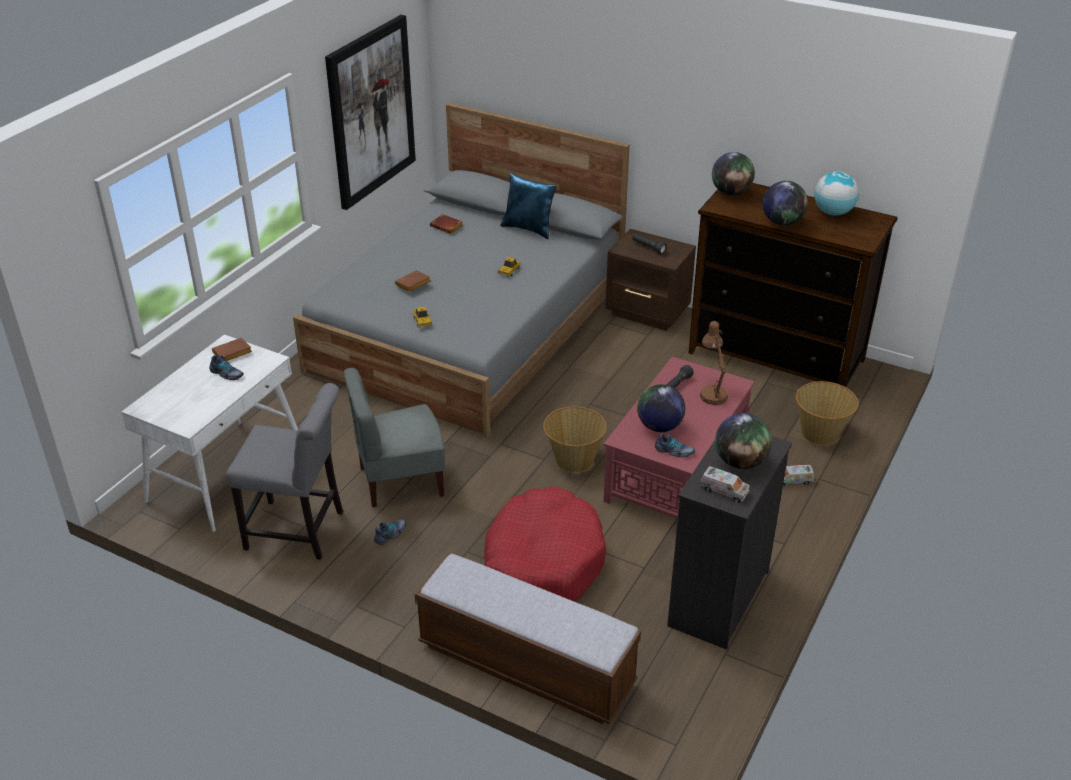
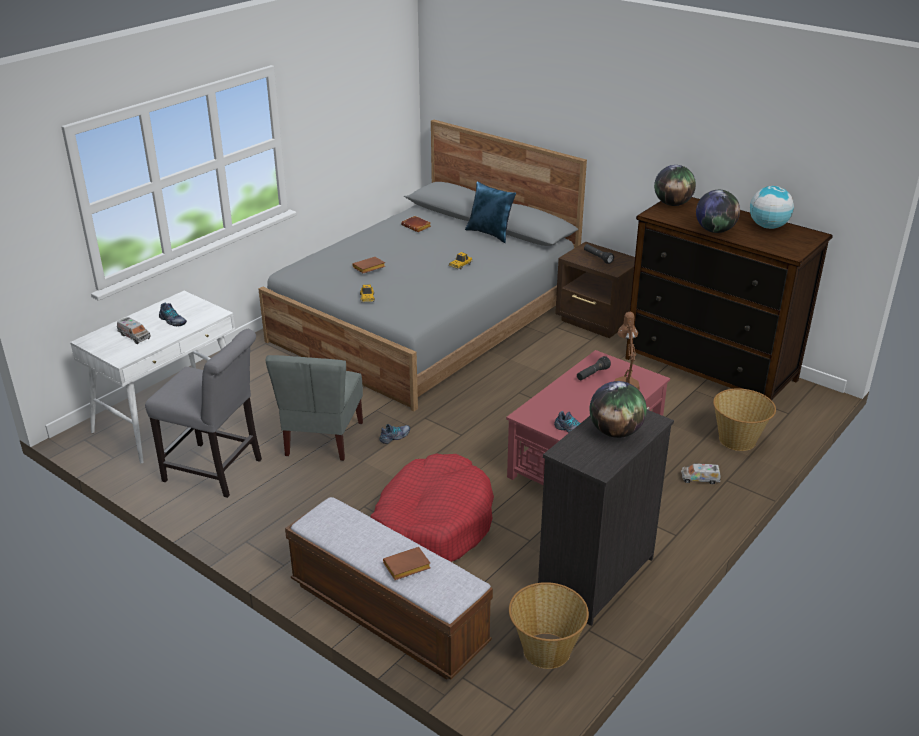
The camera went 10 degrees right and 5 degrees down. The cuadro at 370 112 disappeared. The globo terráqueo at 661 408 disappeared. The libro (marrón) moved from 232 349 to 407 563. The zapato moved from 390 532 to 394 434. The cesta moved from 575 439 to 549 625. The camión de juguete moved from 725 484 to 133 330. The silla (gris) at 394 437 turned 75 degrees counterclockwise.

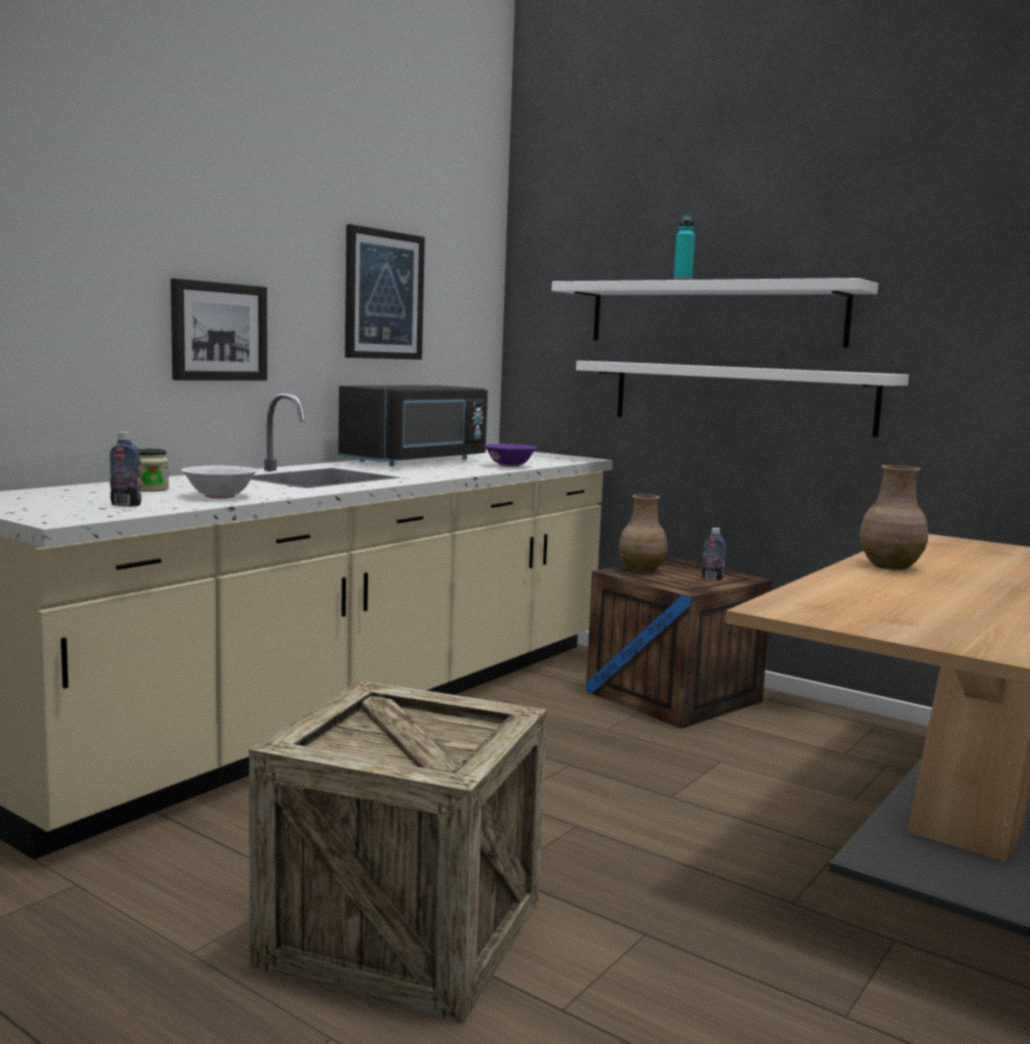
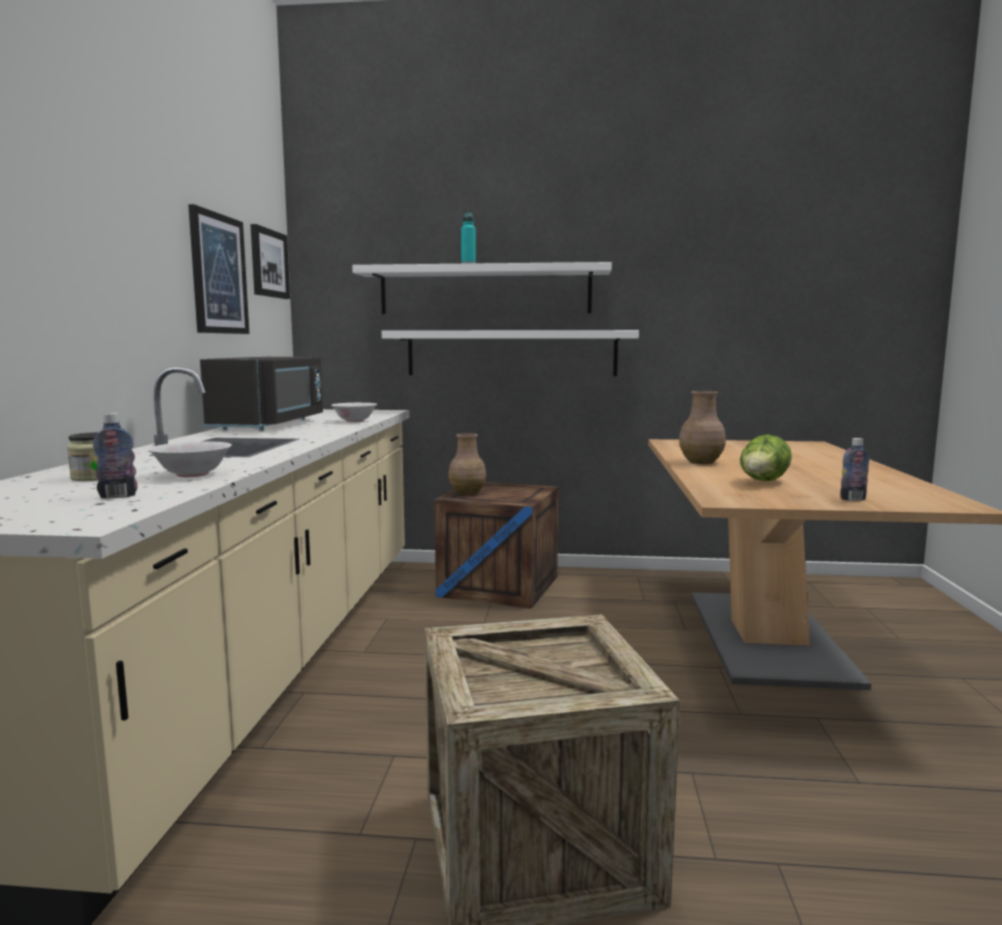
The camera went 30 degrees left and 0 degrees up. The lechuga at 766 457 appeared. The cuadro moved from 219 329 to 270 261. The botella moved from 714 554 to 854 469. The cuenco (morado) at 510 455 became the cuenco (blanco) at 354 412.

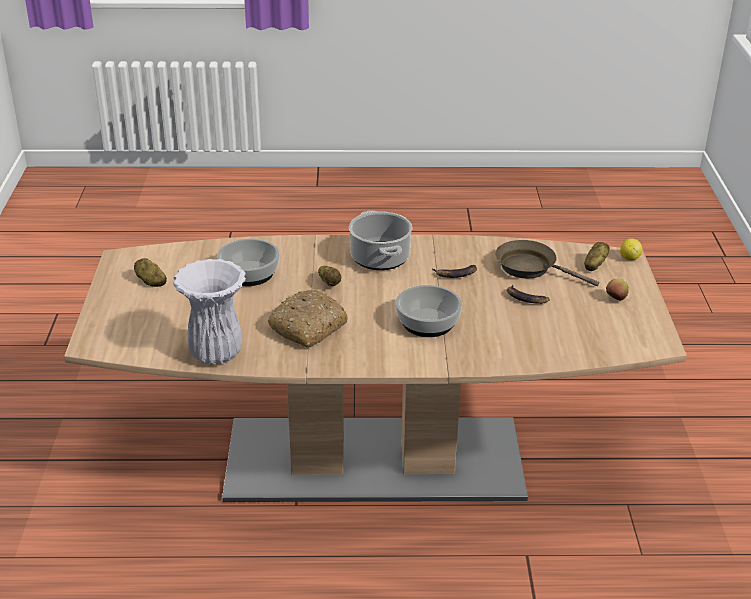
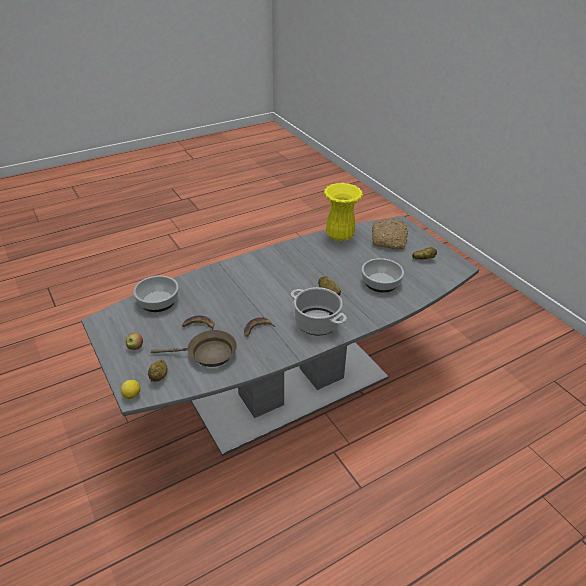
The camera went 150 degrees right and 5 degrees up. The pan moved from 308 319 to 390 233. The cuenco moved from 429 311 to 156 294. The mesa de comedor (marrón) at 375 368 became the mesa de comedor (gris) at 280 336. The florero (blanco) at 209 311 became the florero (amarillo) at 343 212.

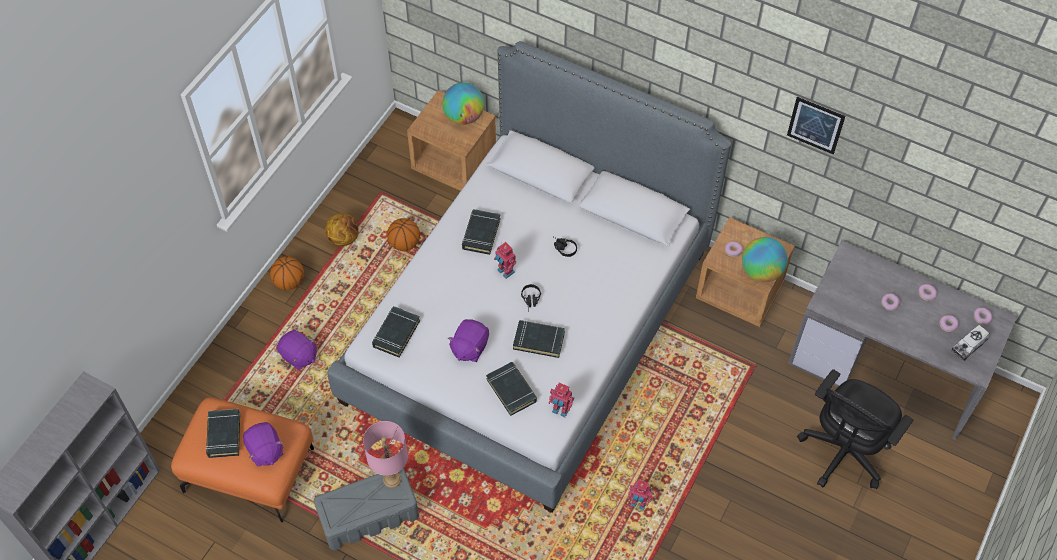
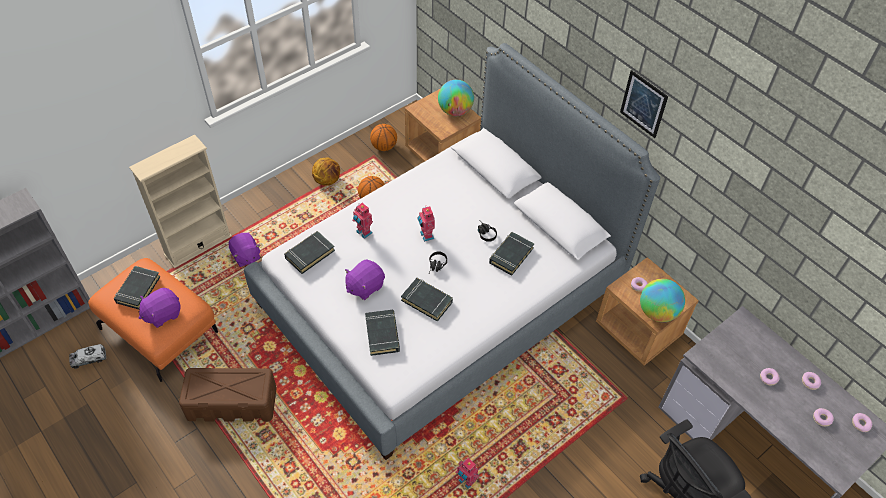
The camera went 20 degrees right and 5 degrees down. The lámpara de mesa (rosa) at 385 454 disappeared. The estantería (beis) at 180 201 appeared. The balón de baloncesto moved from 287 273 to 383 137. The libro (negro) moved from 481 232 to 511 254. The robot de juguete moved from 561 400 to 362 221. The cuadro moved from 816 125 to 644 104. The camión de juguete moved from 970 343 to 87 356. The caja de almacenaje (gris) at 366 509 became the caja de almacenaje (marrón) at 228 395. The peluche (morado) at 263 444 turned 60 degrees clockwise.

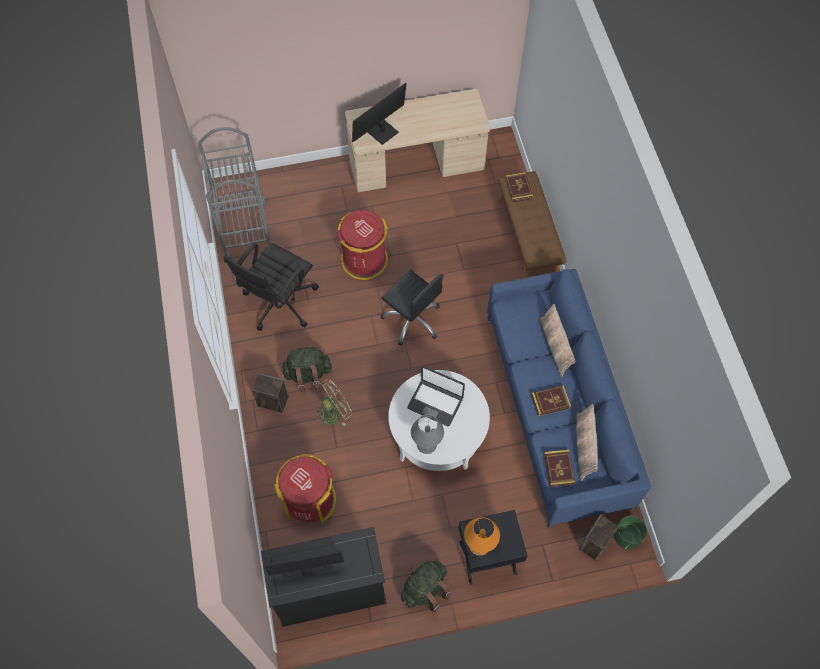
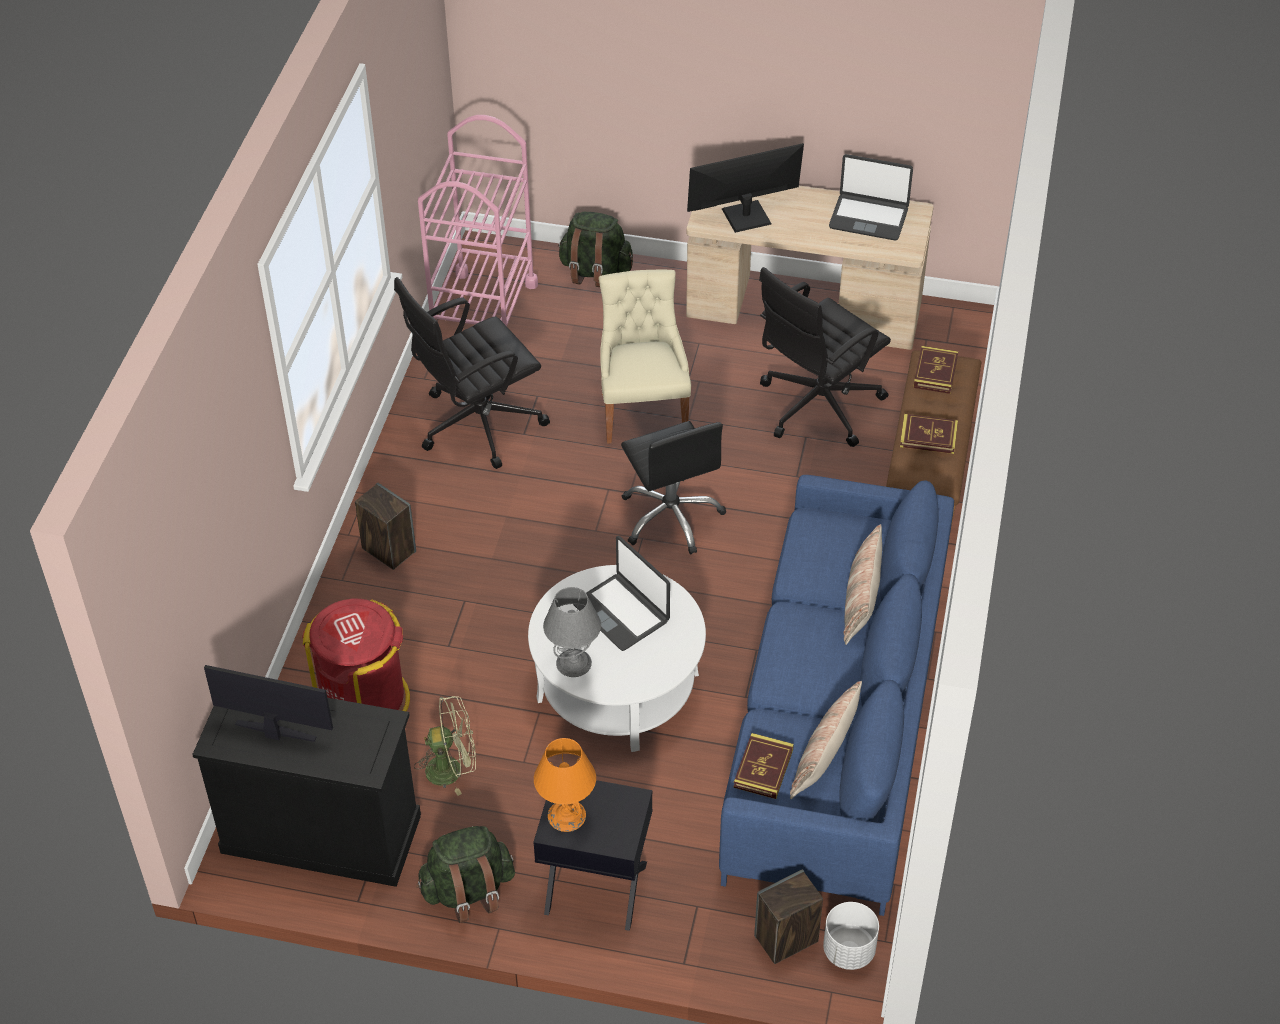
The camera went 25 degrees right and 15 degrees down. The silla de oficina (negro) at 825 357 appeared. The portátil at 871 197 appeared. The mochila (verde) moved from 306 369 to 595 249. The ventilador (verde) moved from 333 402 to 445 746. The libro moved from 551 400 to 929 434. The papelera (rojo) at 362 245 was replaced by the silla (beis) at 645 357. The carrito (gris) at 234 193 became the carrito (rosa) at 478 220. The maceta (verde) at 630 532 became the maceta (blanco) at 851 936.

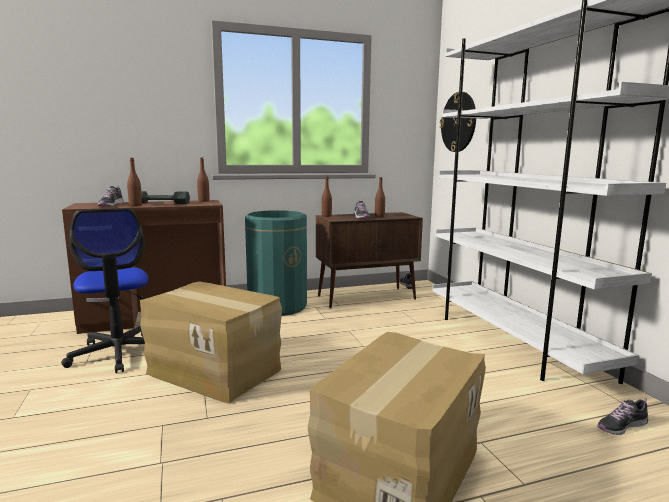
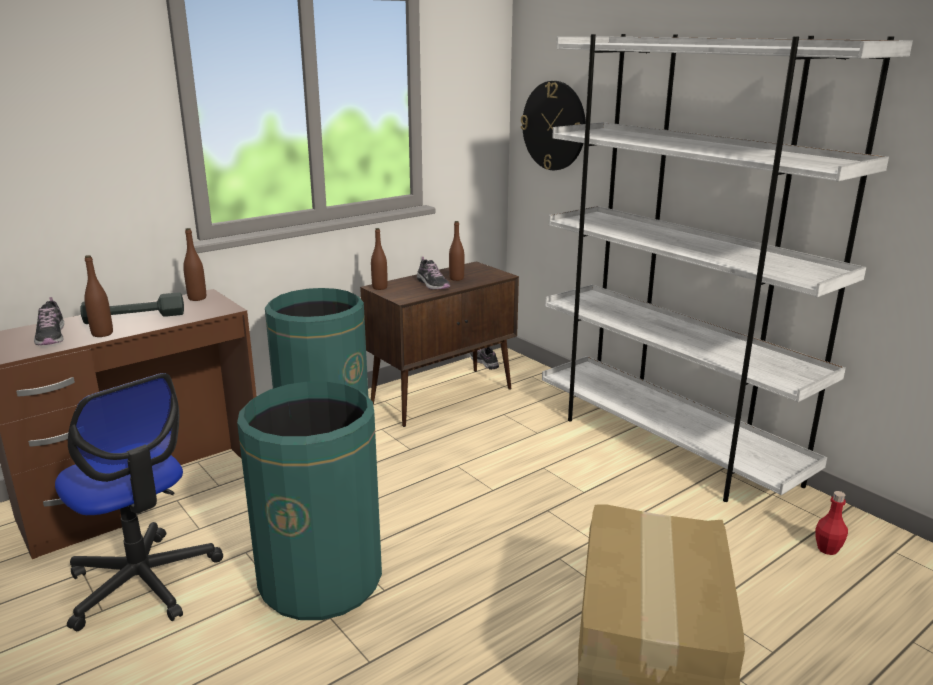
The camera went 20 degrees left and 10 degrees up. The caja de cartón at 211 342 was replaced by the papelera (verde) at 309 501. The zapato at 622 416 was replaced by the botella (rojo) at 831 523.

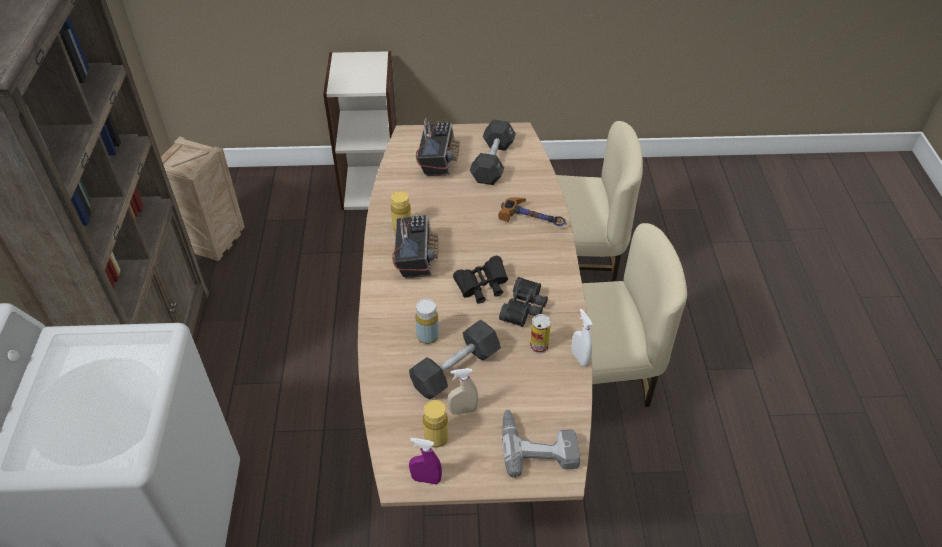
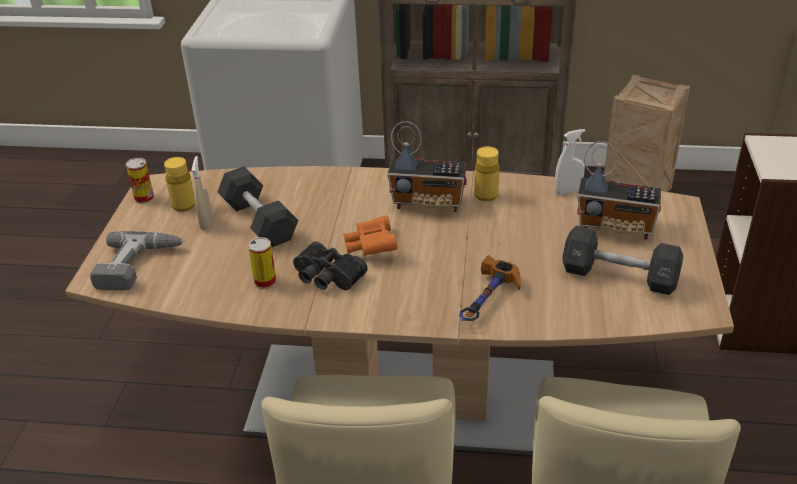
The camera went 100 degrees right and 10 degrees down. The botella (amarillo) at 427 321 disappeared. The pulverizador (blanco) moved from 582 338 to 570 162. The pulverizador (morado) at 425 461 was replaced by the lata at 140 181. The prismáticos (negro) at 480 280 became the prismáticos (naranja) at 370 235.

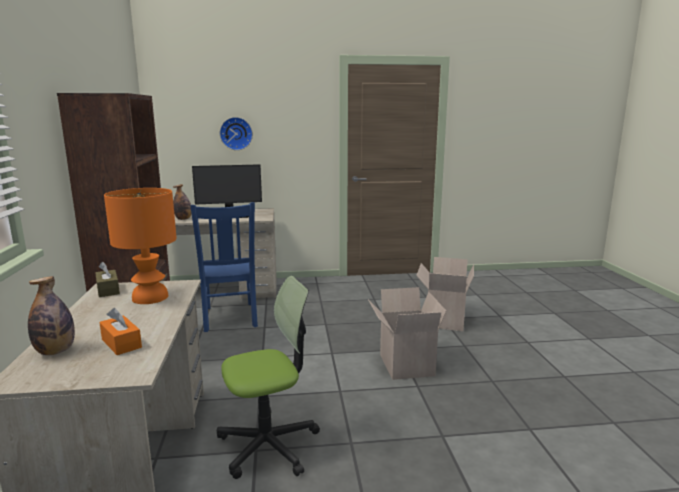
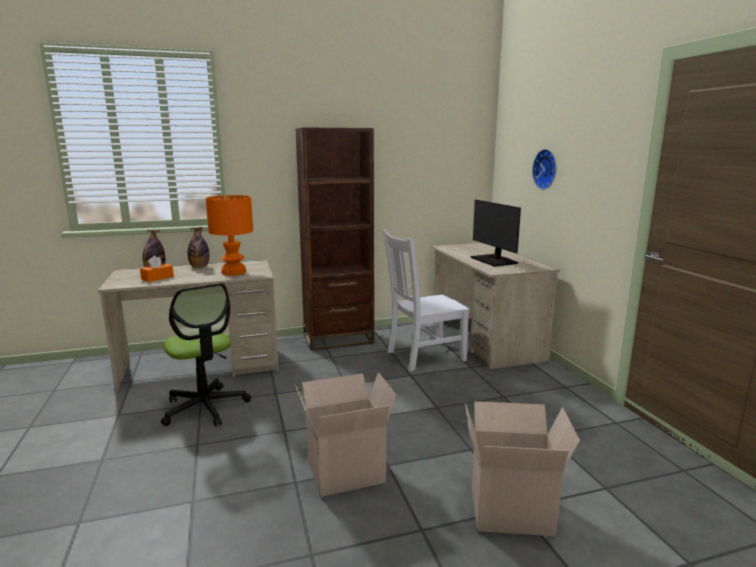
The camera went 80 degrees right and 0 degrees up. The caja de pañuelos (marrón) at 107 279 disappeared. The botella moved from 182 202 to 199 247. The silla (azul) at 224 267 became the silla (blanco) at 426 300.

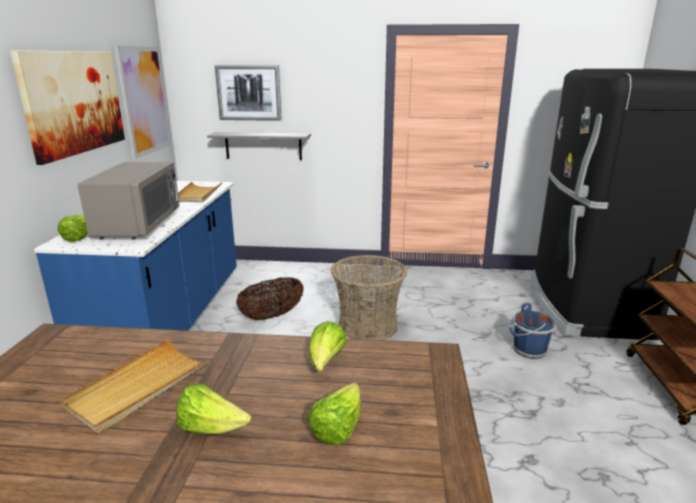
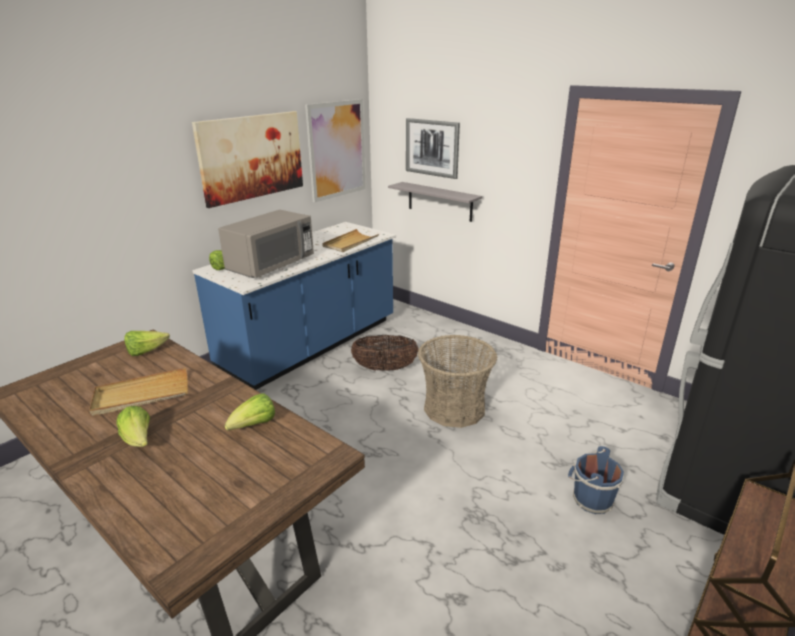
The camera went 35 degrees right and 5 degrees up. The lechuga moved from 334 413 to 147 343.

